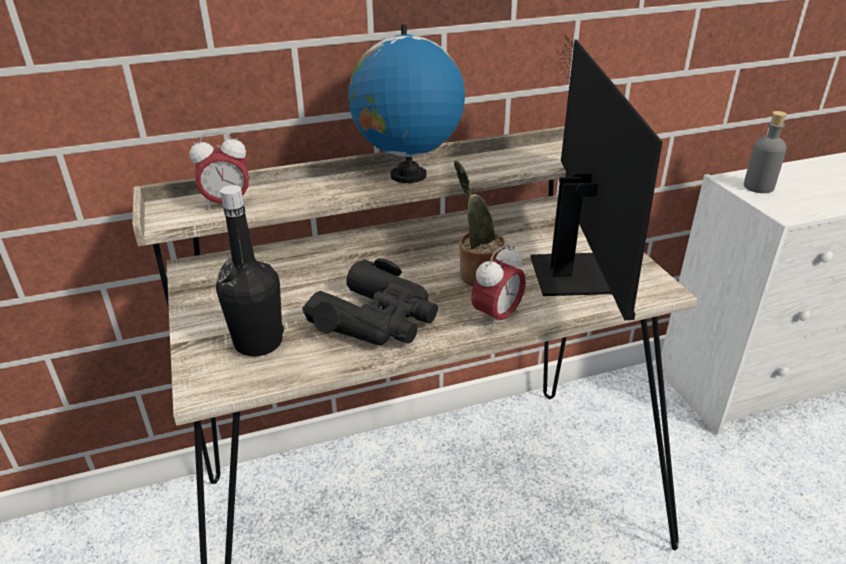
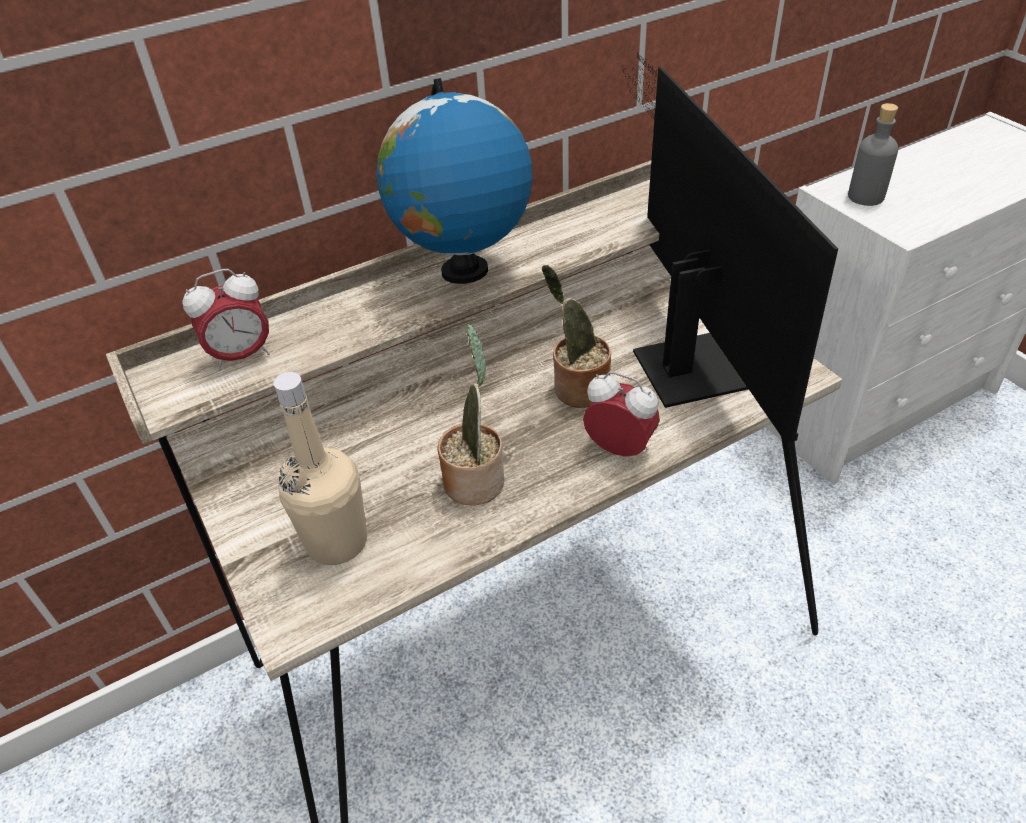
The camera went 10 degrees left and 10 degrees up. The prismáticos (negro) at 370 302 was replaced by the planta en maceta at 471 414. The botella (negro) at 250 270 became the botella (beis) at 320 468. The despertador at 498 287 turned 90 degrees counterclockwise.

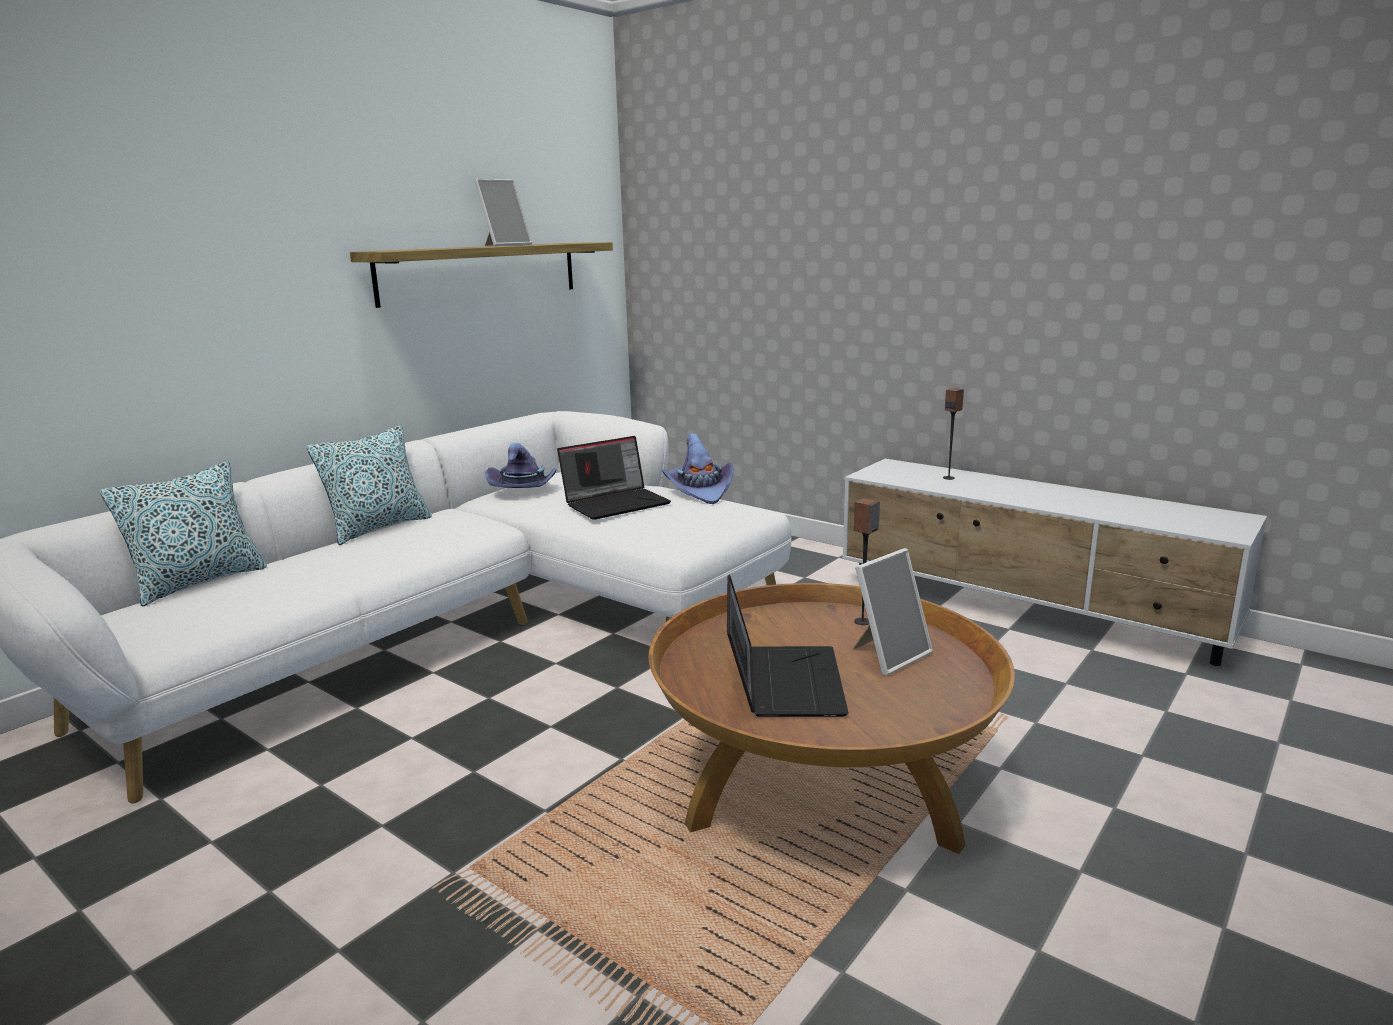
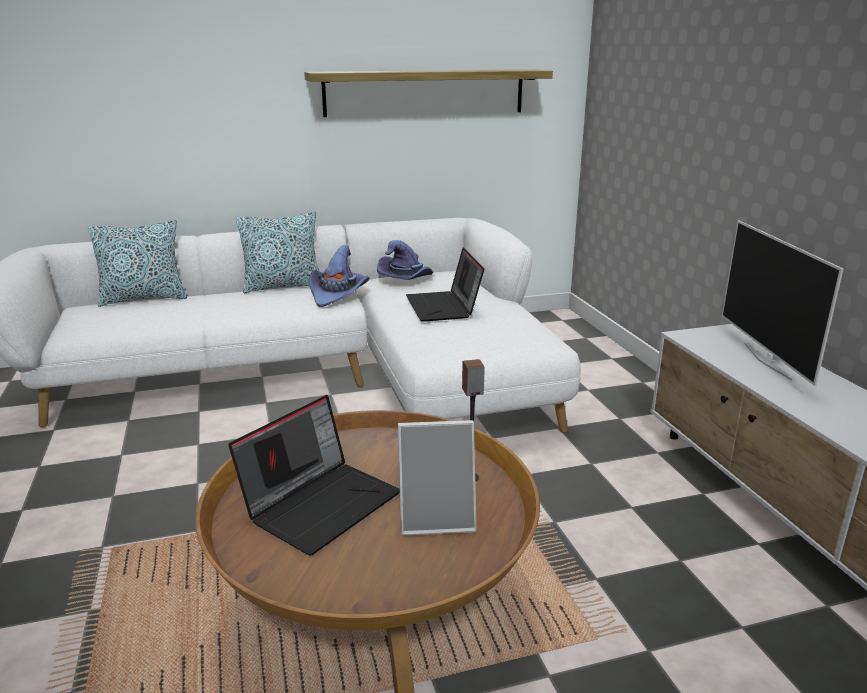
The camera went 35 degrees right and 5 degrees up. The portarretratos at 503 212 disappeared. The sombrero (morado) moved from 697 468 to 339 276. The altavoz at 953 434 was replaced by the televisor at 782 303. The portátil at 614 478 turned 75 degrees clockwise.

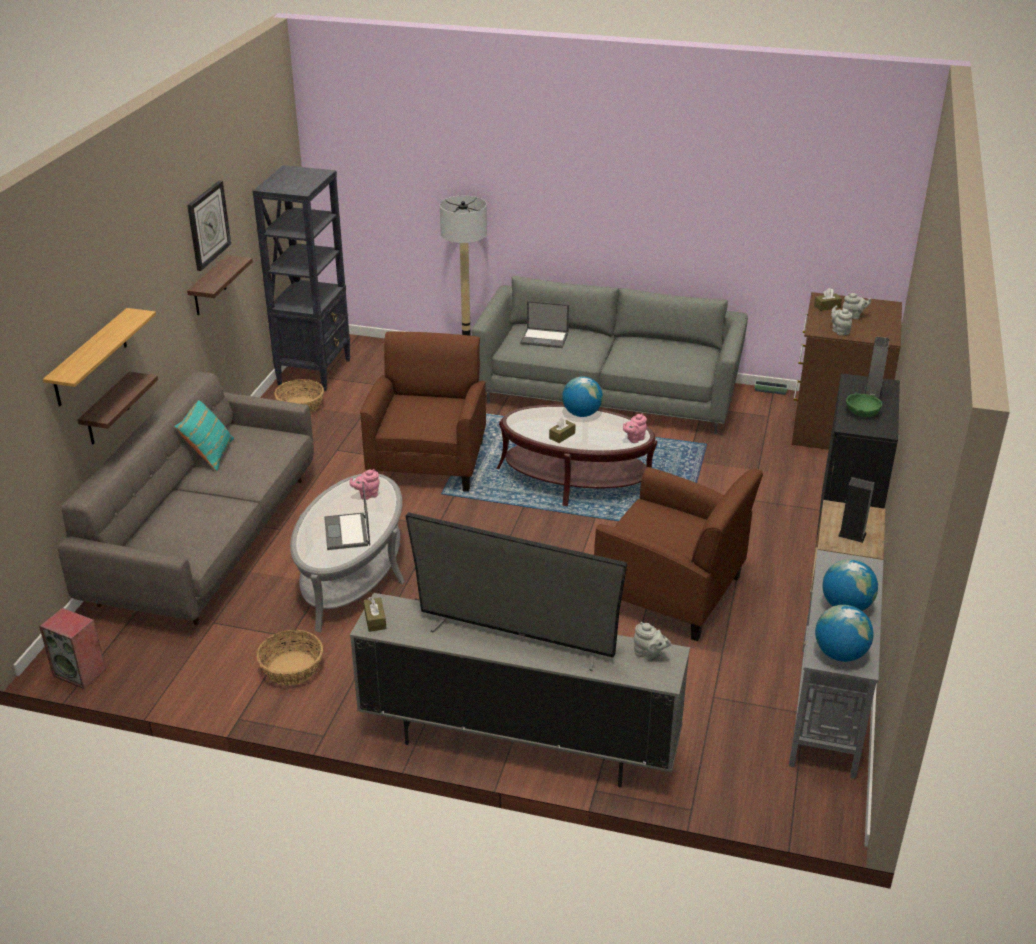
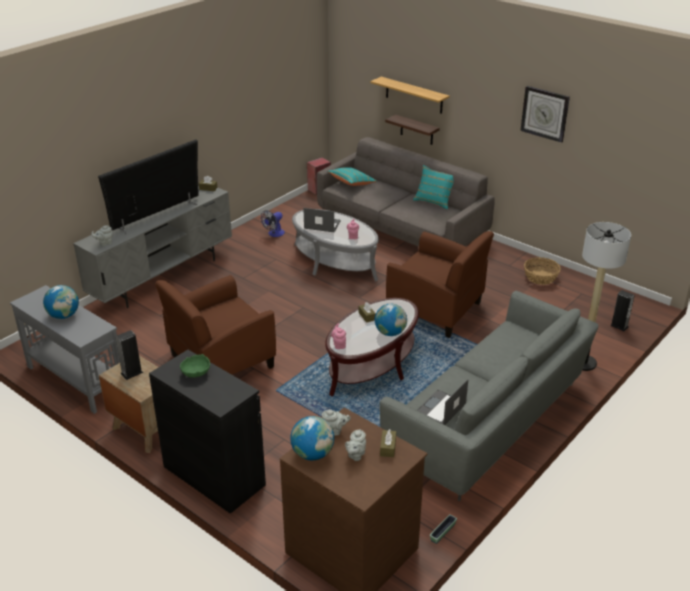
The camera went 115 degrees right and 0 degrees up. The estante at 220 285 disappeared. The estantería (negro) at 301 278 disappeared. The cojín (turquesa) at 352 176 appeared. The portátil moved from 544 324 to 442 402. The globo terráqueo moved from 844 633 to 312 438. The altavoz moved from 877 368 to 622 310. The cesta at 290 658 was replaced by the ventilador at 273 223.

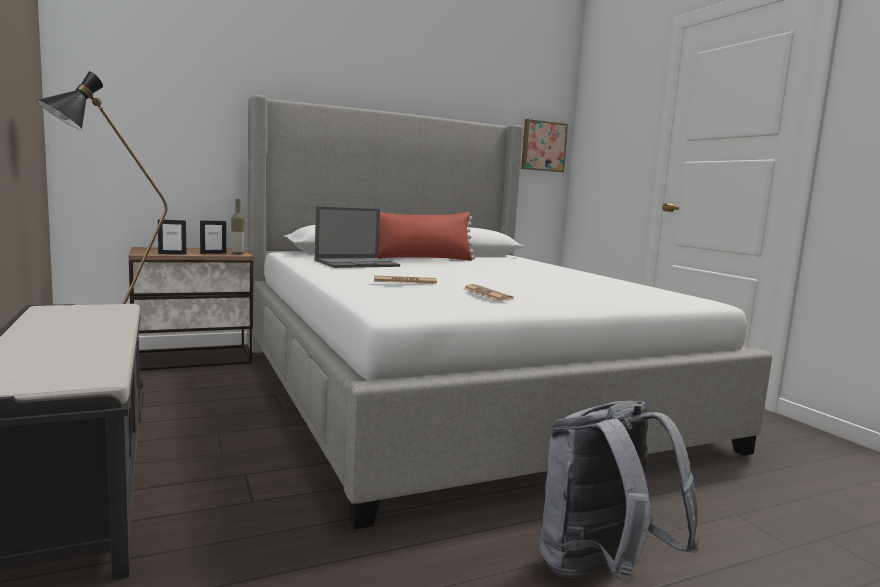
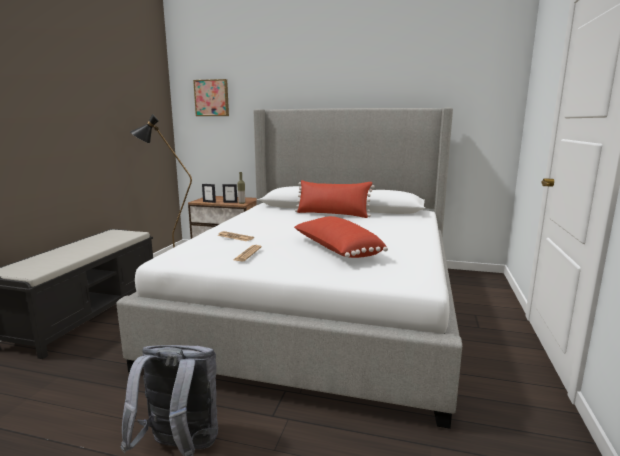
The camera went 40 degrees right and 5 degrees up. The portátil at 357 237 disappeared. The cojín (rojo) at 341 237 appeared. The cuadro moved from 544 145 to 211 97.

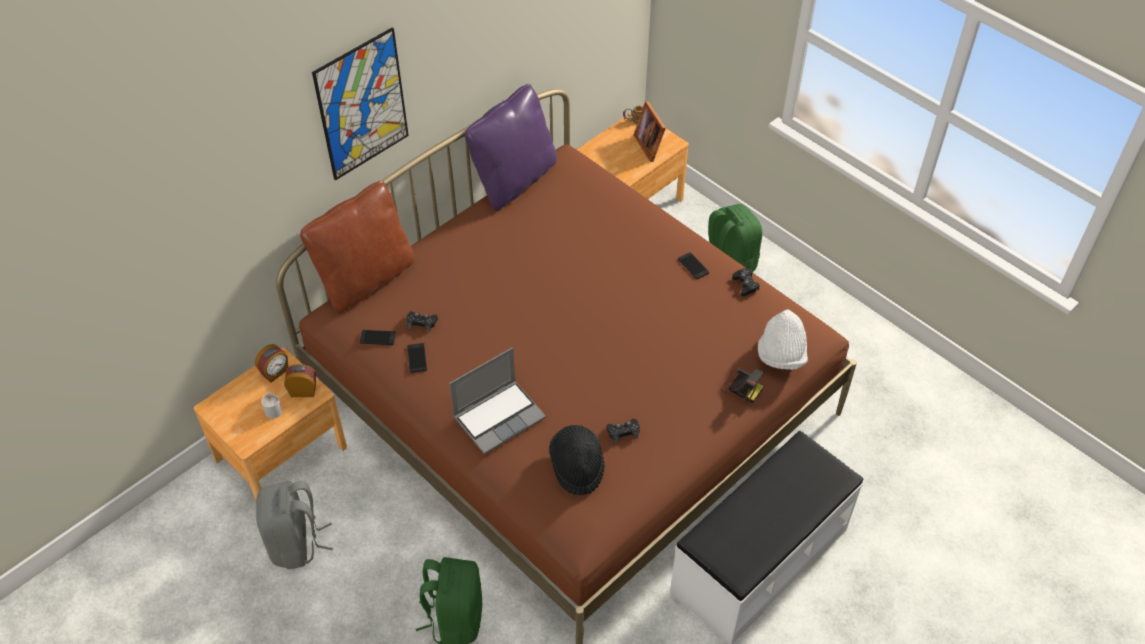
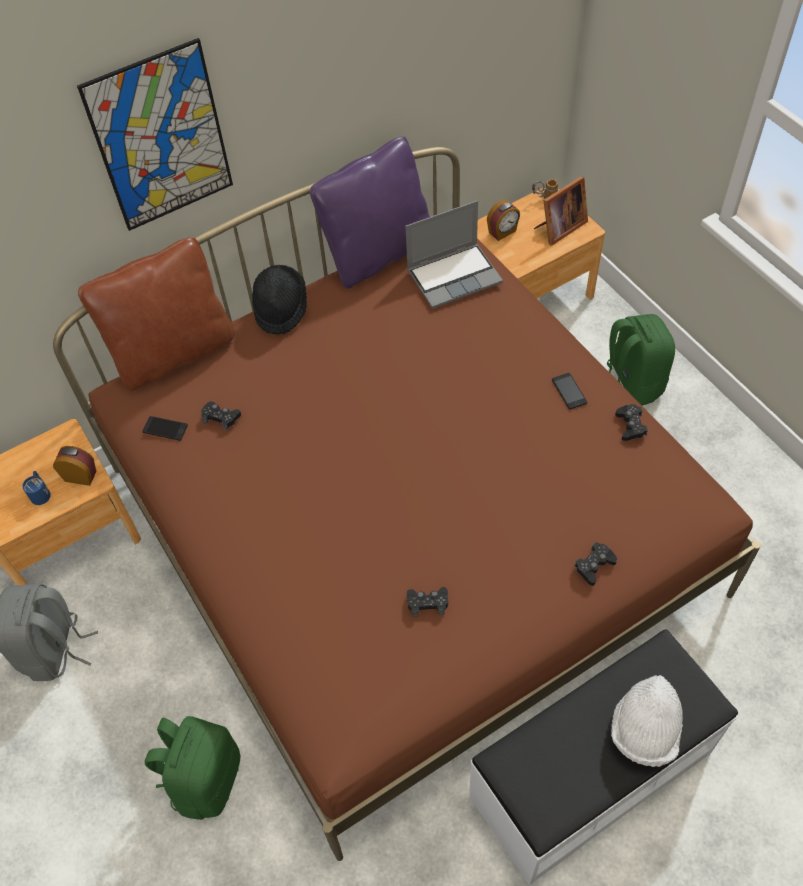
The camera went 15 degrees right and 5 degrees up. The móvil at 417 358 disappeared. The despertador moved from 271 363 to 503 220. The portátil moved from 498 400 to 454 254. The sombrero (negro) moved from 577 460 to 279 300. The sombrero (blanco) moved from 783 339 to 647 721. The cámara at 742 385 was replaced by the mando de consola (negro) at 595 564. The taza grande (blanco) at 271 404 became the taza grande (azul) at 36 488. The portarretratos at 650 131 turned 120 degrees counterclockwise.

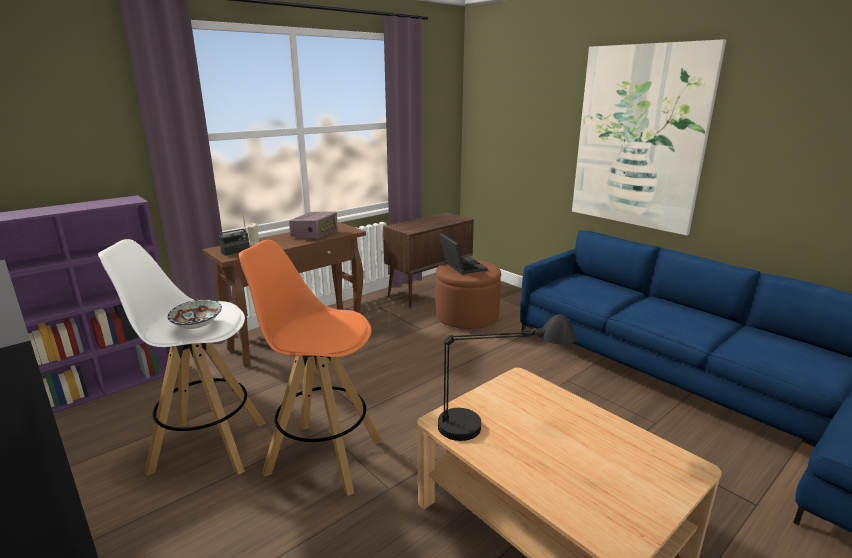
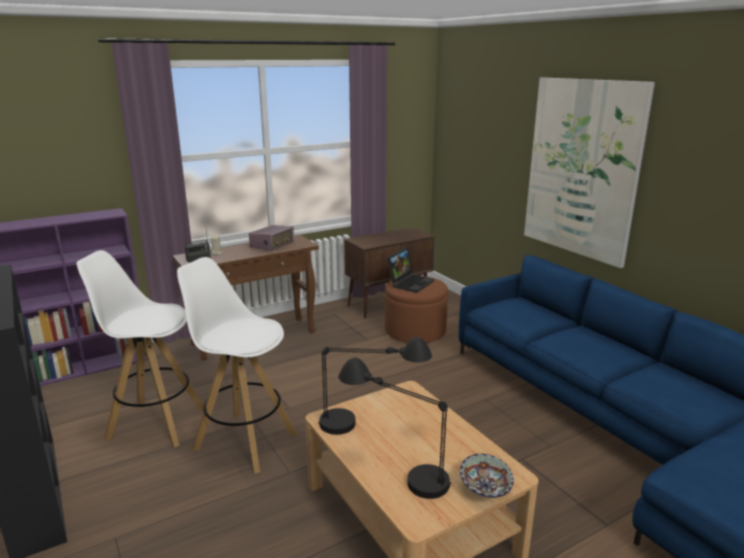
The camera went 10 degrees right and 0 degrees up. The lámpara de mesa (negro) at 394 428 appeared. The cuenco moved from 195 314 to 487 476. The taburete (naranja) at 310 368 became the taburete (blanco) at 237 365. The portátil at 463 253 turned 45 degrees clockwise.

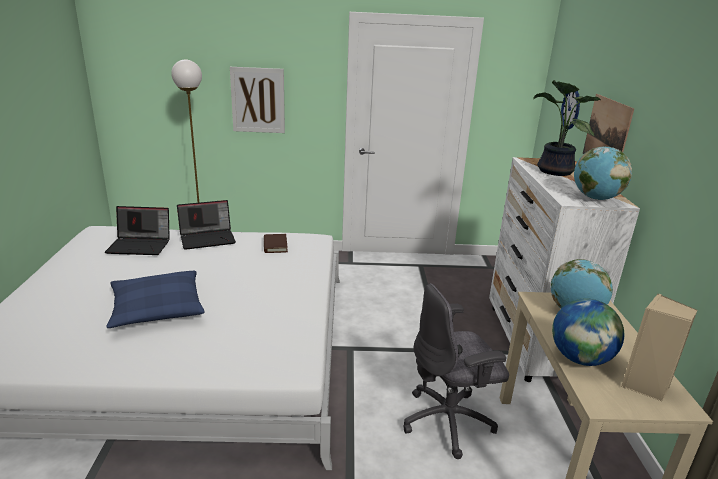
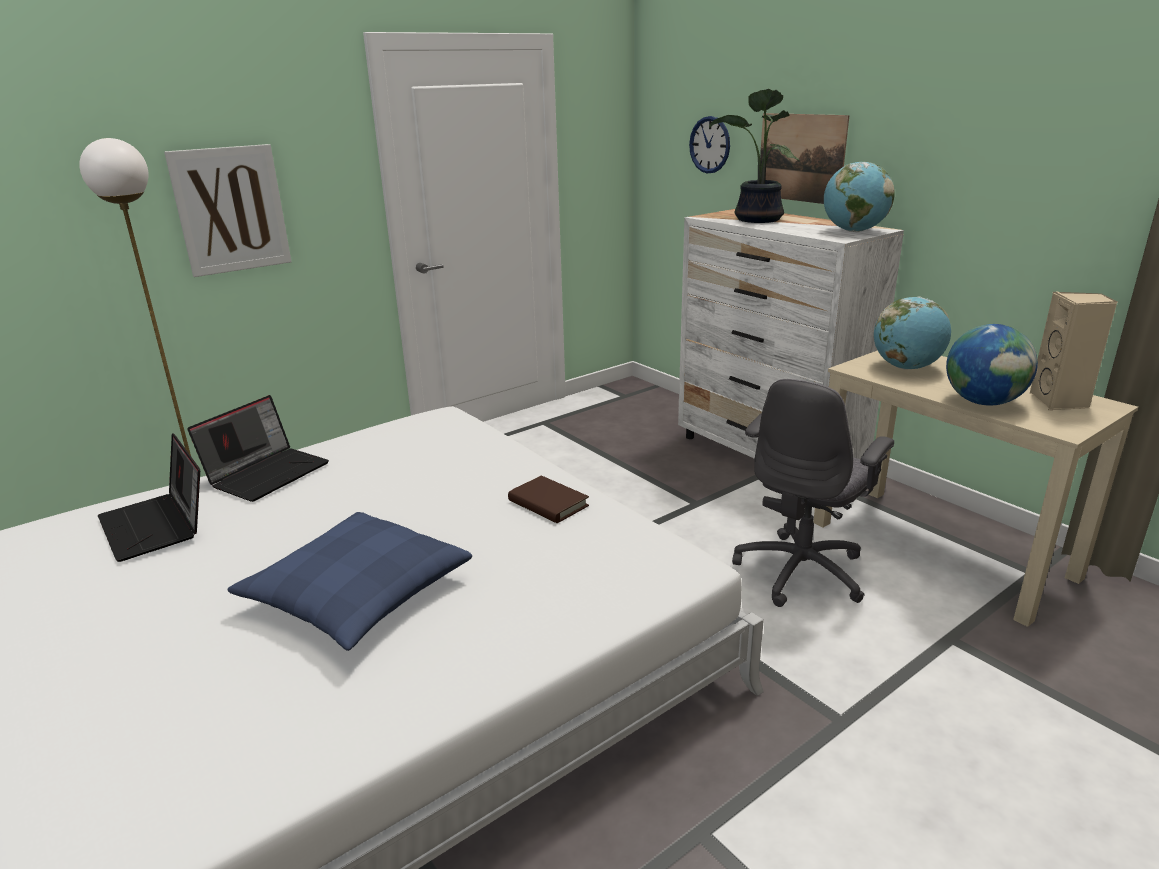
The camera went 35 degrees left and 0 degrees up. The libro (marrón) moved from 276 243 to 548 499. The portátil at 137 230 turned 90 degrees clockwise.

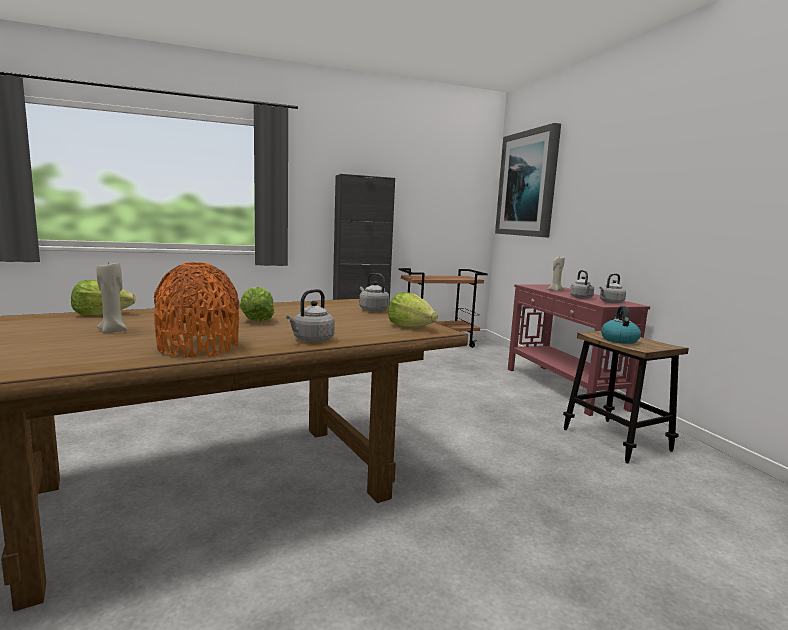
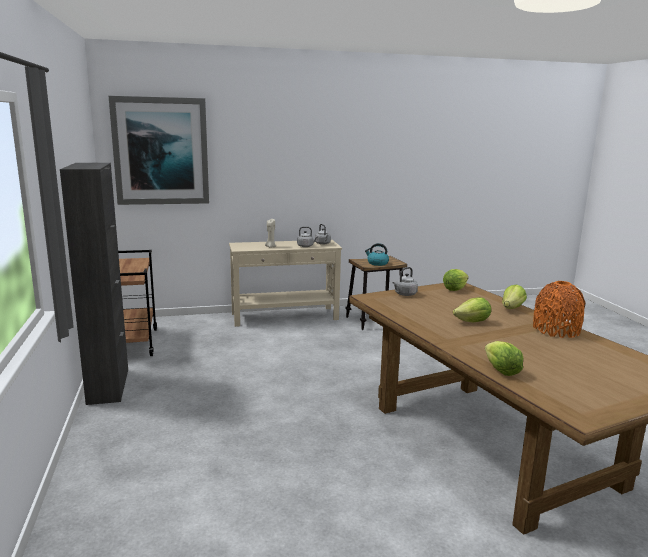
The camera went 85 degrees left and 5 degrees up. The vela (beis) at 112 298 disappeared. The hervidor (gris) at 310 315 was replaced by the lechuga at 514 297. The mesa consola (rojo) at 579 350 became the mesa consola (beis) at 285 283.

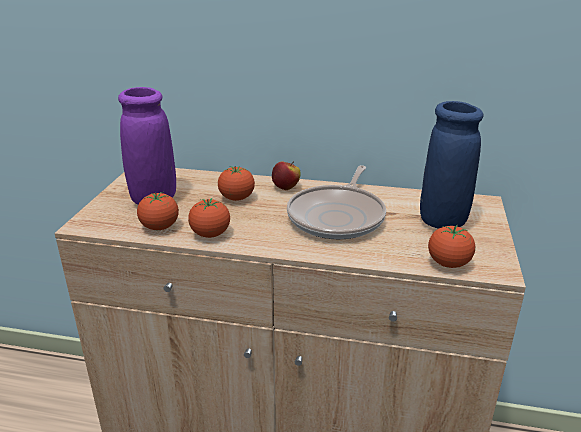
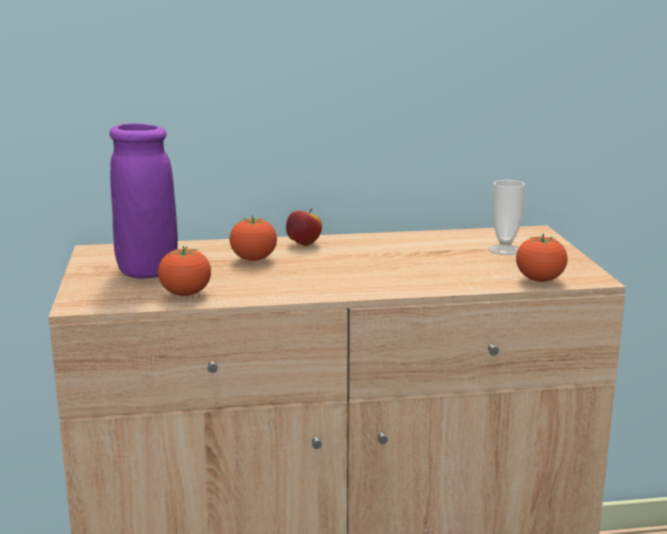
The camera went 20 degrees left and 10 degrees down. The tomate at 209 218 disappeared. The sartén at 336 202 disappeared. The florero (azul) at 451 165 was replaced by the taza at 507 217.

